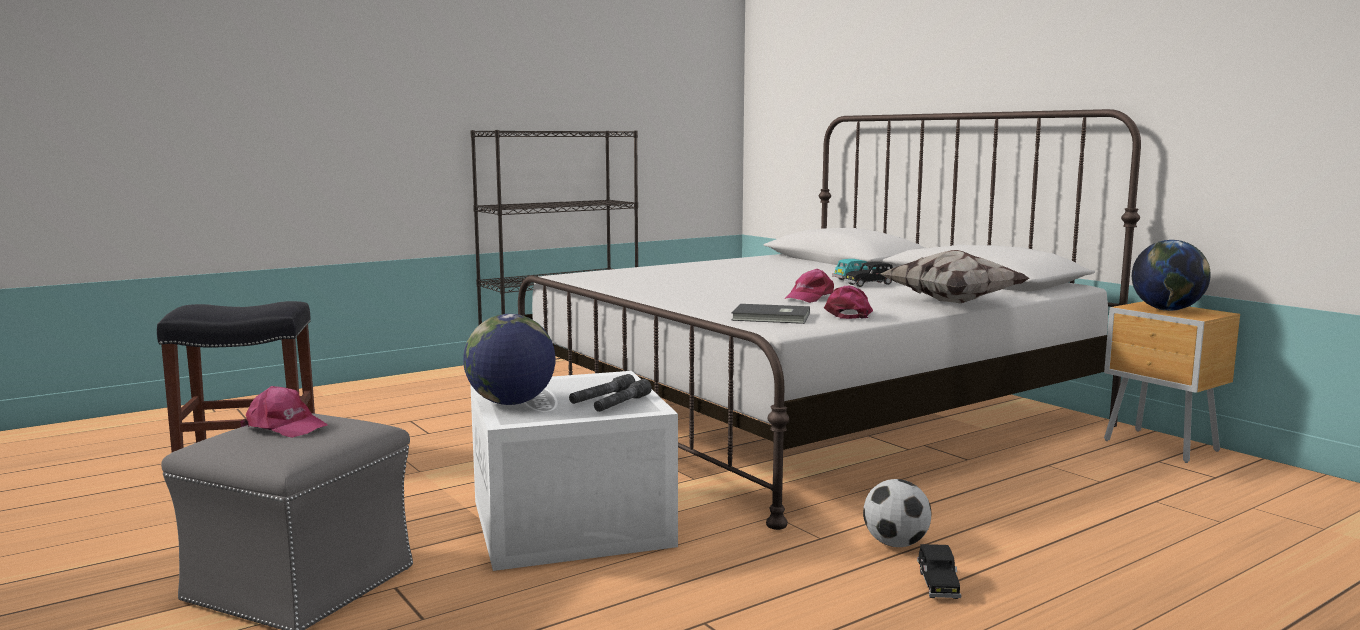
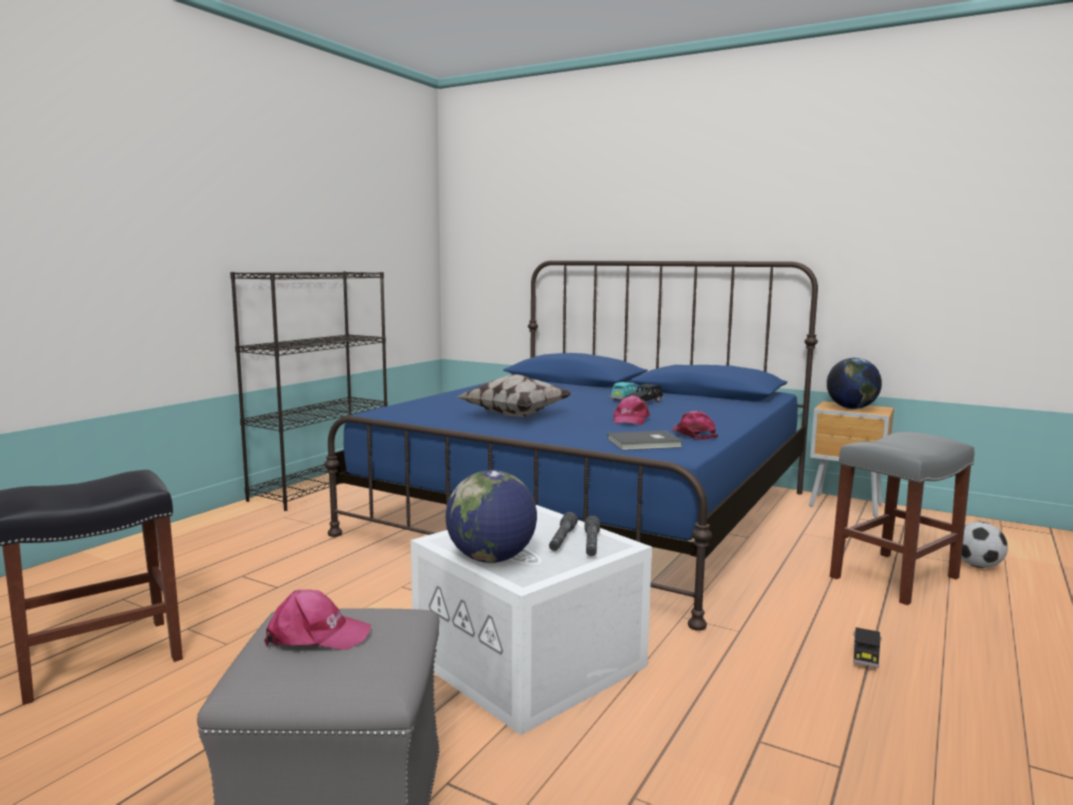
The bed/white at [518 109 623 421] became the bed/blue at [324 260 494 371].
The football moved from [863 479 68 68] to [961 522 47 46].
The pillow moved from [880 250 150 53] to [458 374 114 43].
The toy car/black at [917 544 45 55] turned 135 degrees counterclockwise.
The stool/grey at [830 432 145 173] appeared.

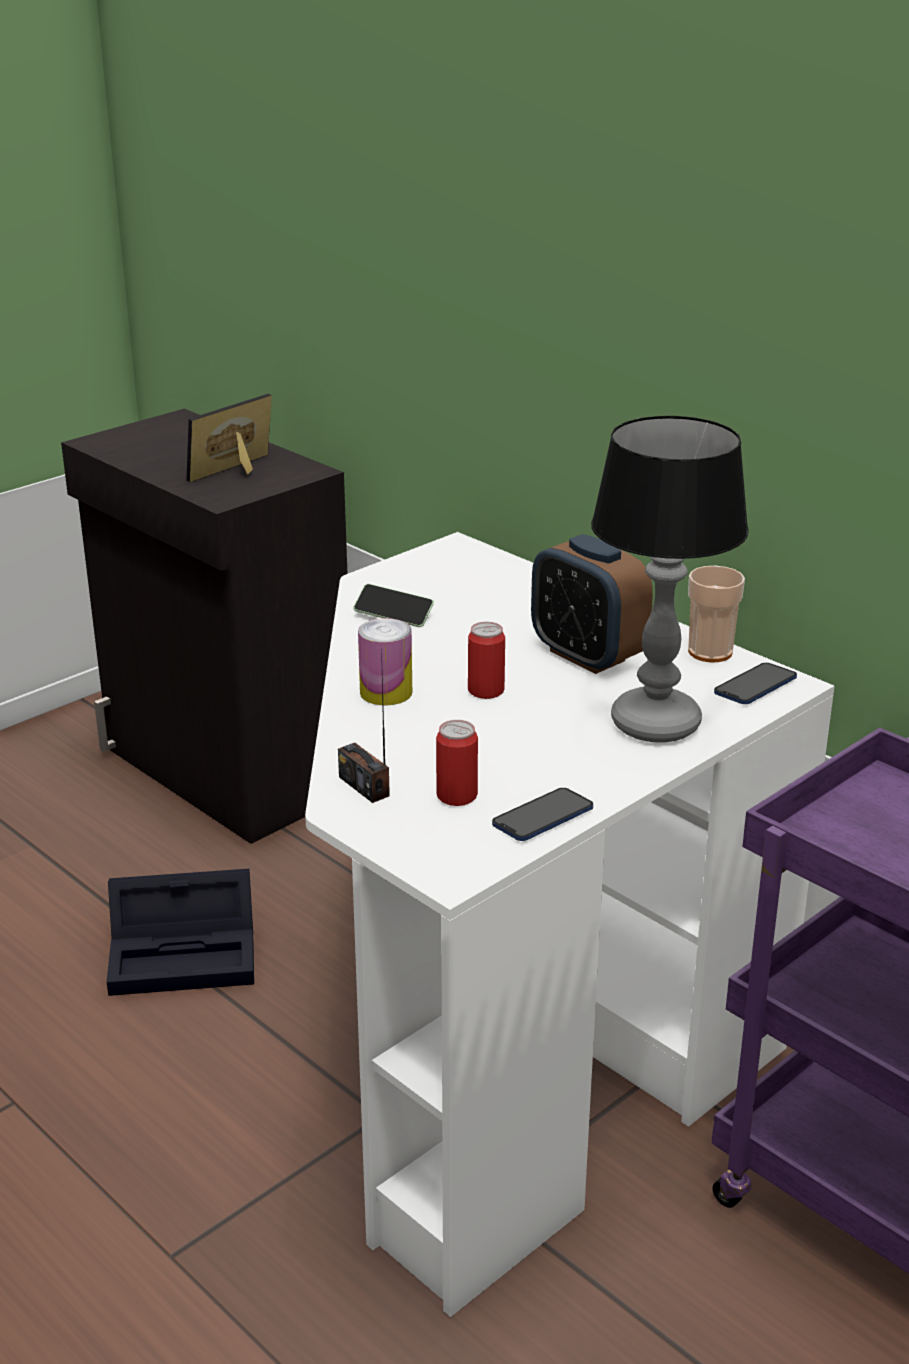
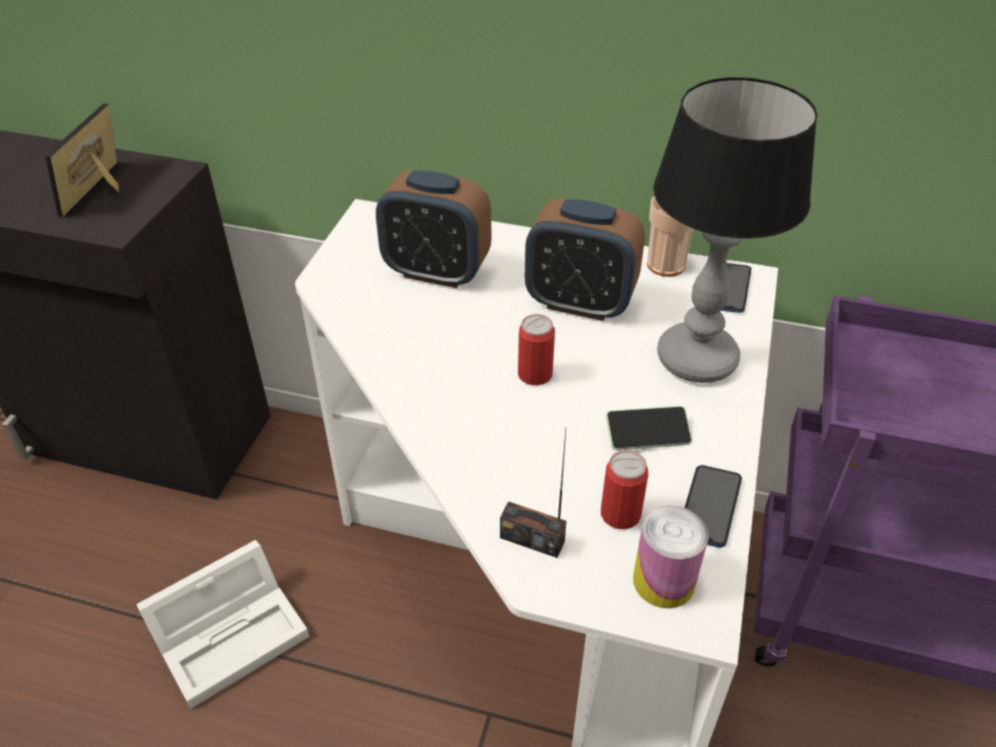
The storage box/black at [107 869 147 127] became the storage box/white at [136 540 173 169].
The phone moved from [353 584 81 43] to [606 406 86 44].
The can moved from [358 618 54 87] to [633 506 75 102].
The alarm clock at [376 170 115 118] appeared.

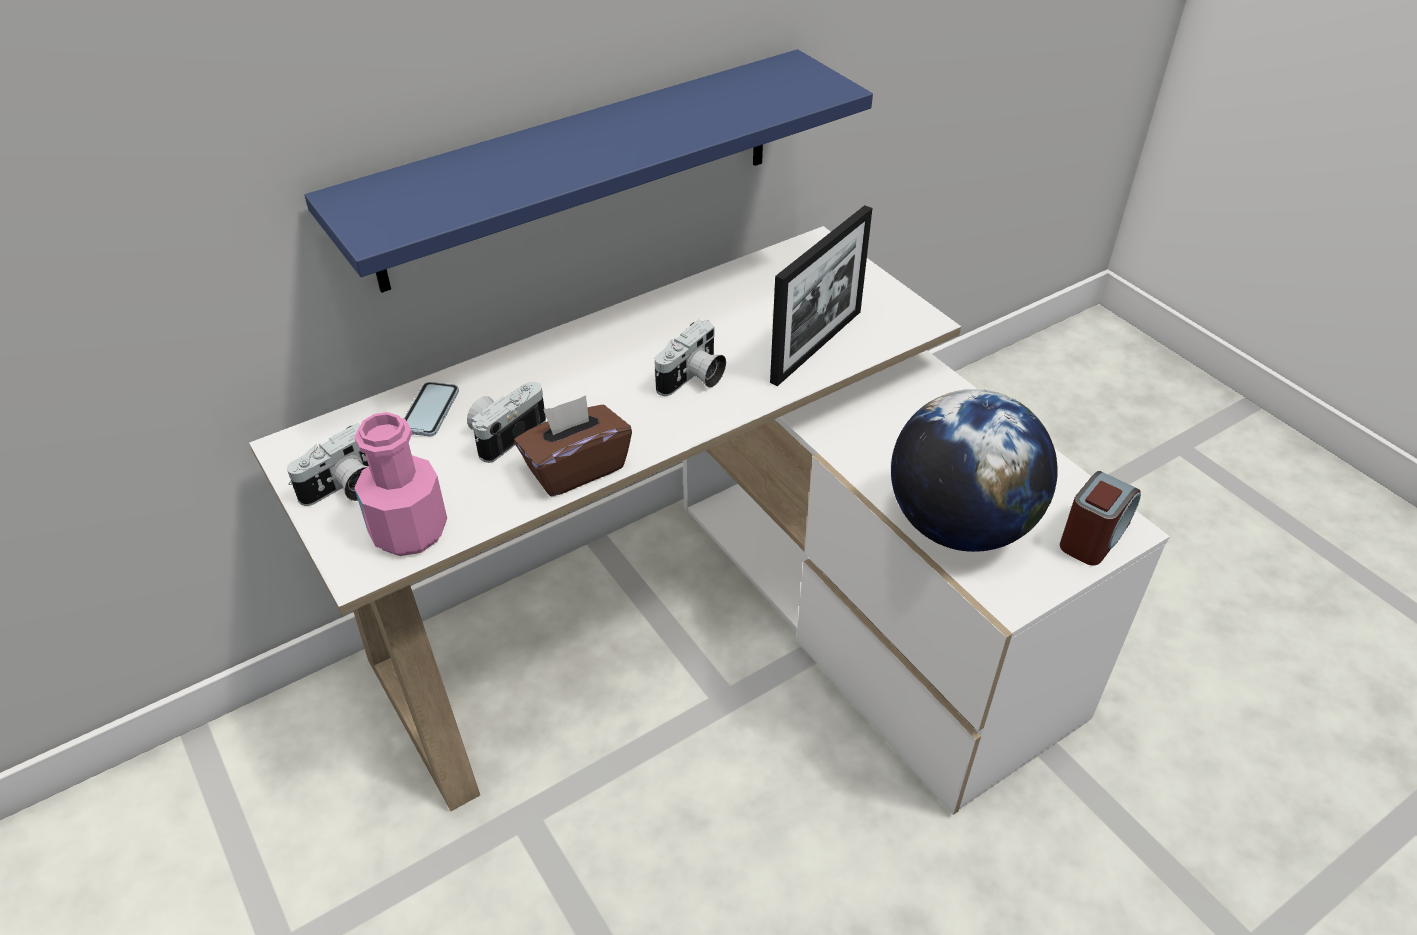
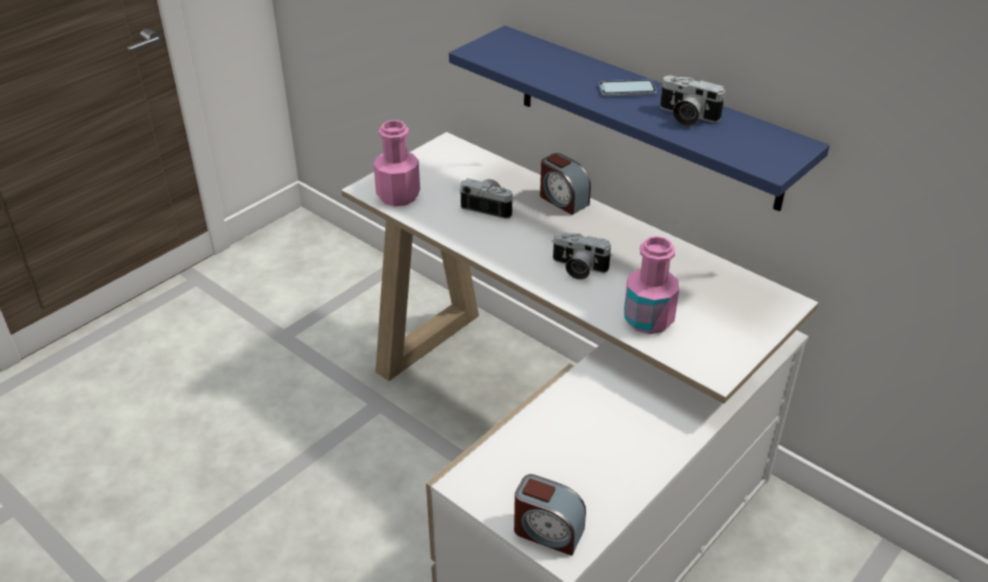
The photo camera moved from [287 423 82 83] to [660 76 66 51].
The phone moved from [404 382 55 54] to [599 79 58 17].
The tissue box/brown at [514 395 118 102] disappeared.
The picture frame at [770 205 102 181] was replaced by the bottle/pink at [624 236 55 98].
The globe at [891 389 167 163] disappeared.
The alarm clock at [540 153 51 62] appeared.

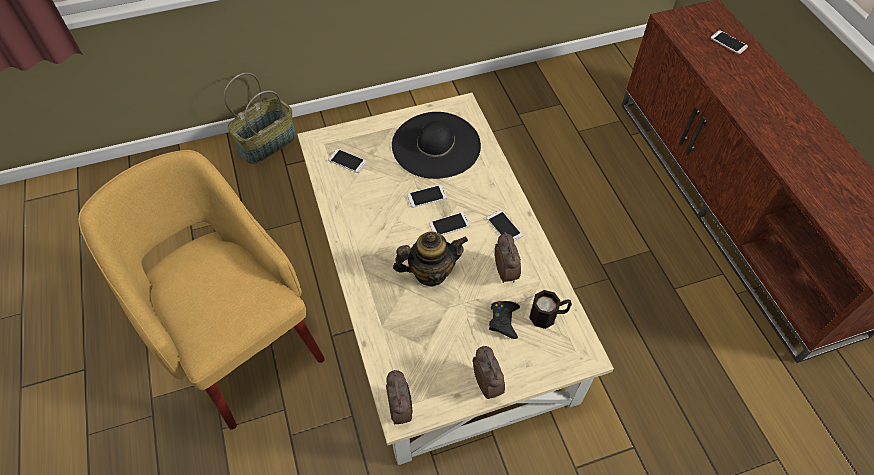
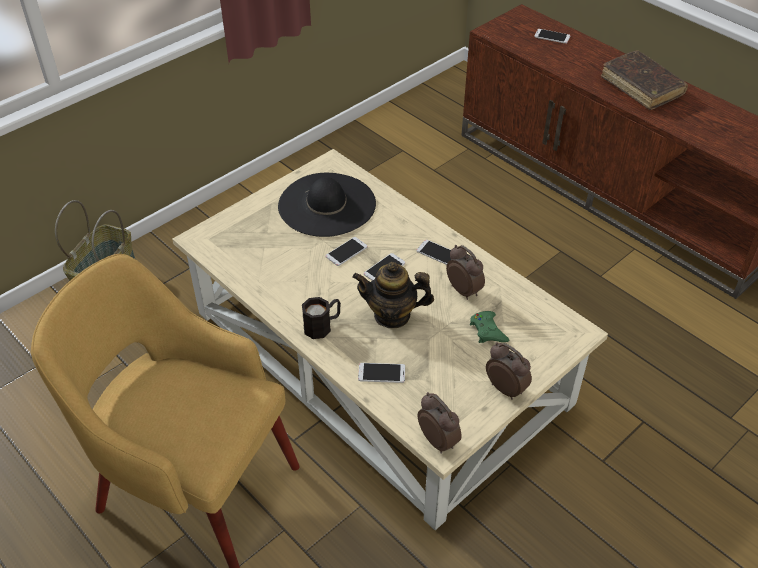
The phone moved from [328 149 39 24] to [358 363 47 20].
The teapot at [393 231 75 56] turned 135 degrees counterclockwise.
The game controller/black at [489 301 31 38] became the game controller/green at [470 311 40 32].
The mug/black moved from [529 290 43 39] to [302 297 39 42].
The book/brown at [601 50 87 60] appeared.

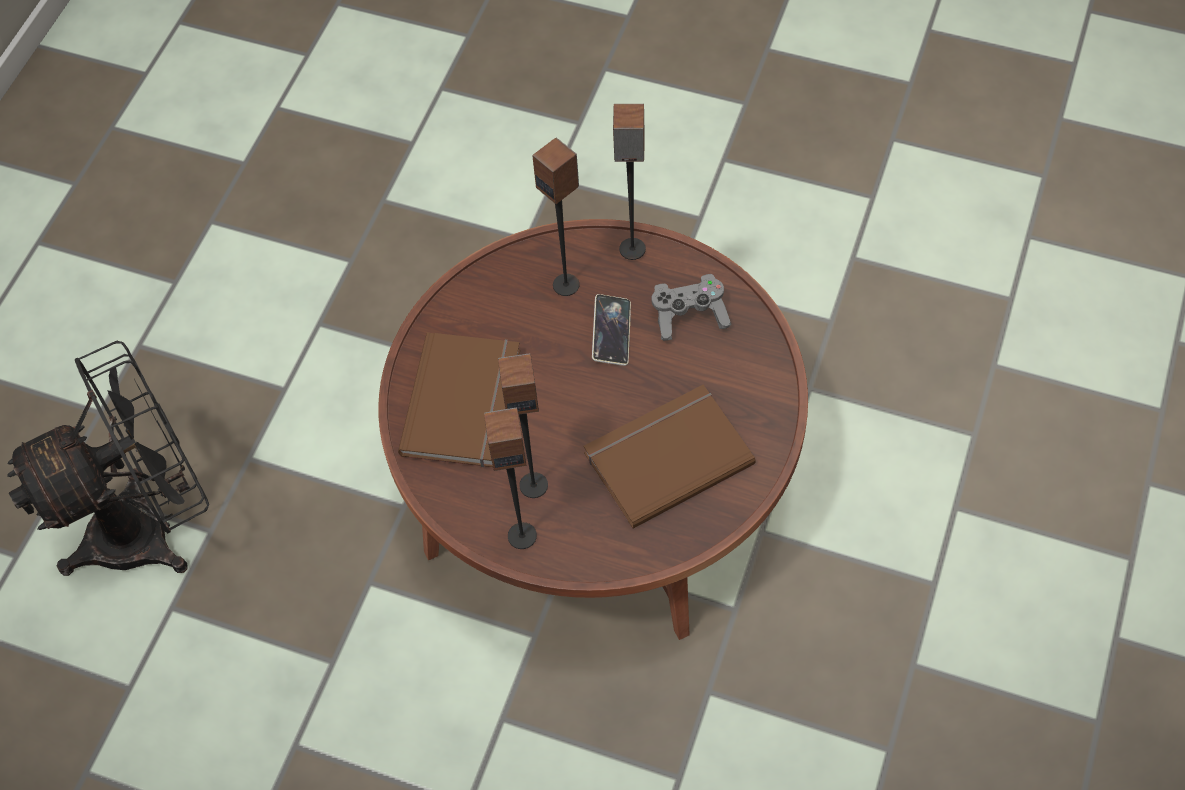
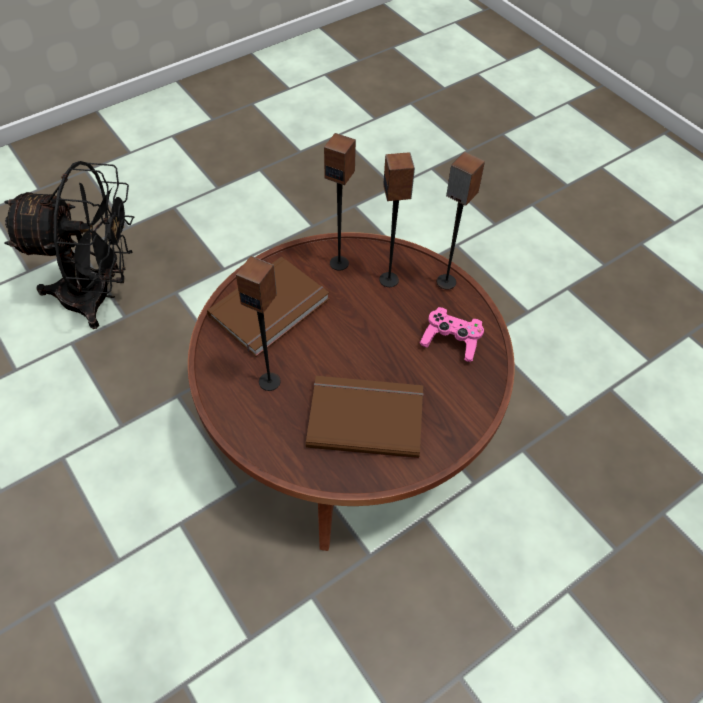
The speaker moved from [484 407 53 142] to [324 133 32 138].
The phone at [592 294 39 72] disappeared.
The game controller/grey at [651 274 80 67] became the game controller/pink at [420 307 64 55].

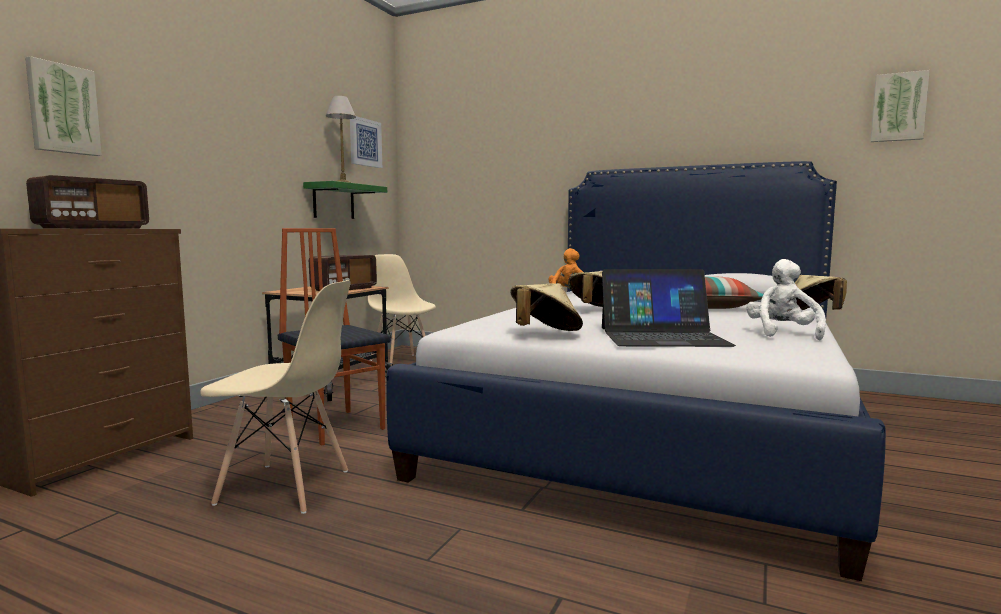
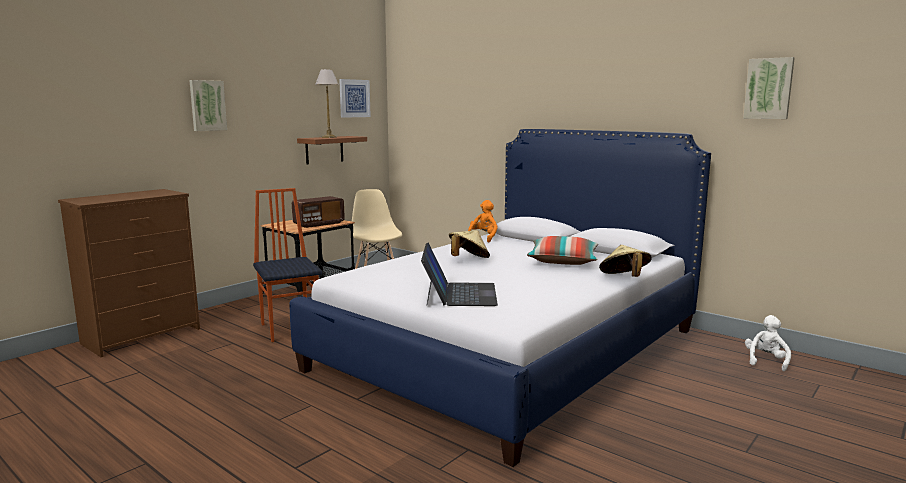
The picture moved from [25 56 77 100] to [189 80 38 51].
The radio at [26 175 123 54] disappeared.
The chair/beige at [200 280 151 234] disappeared.
The shelf/green at [303 181 84 38] became the shelf/brown at [297 136 70 29].
The hat/beige at [510 283 73 48] disappeared.
The laptop at [602 269 134 78] turned 105 degrees counterclockwise.
The plush toy/white moved from [746 259 80 81] to [745 315 46 56].

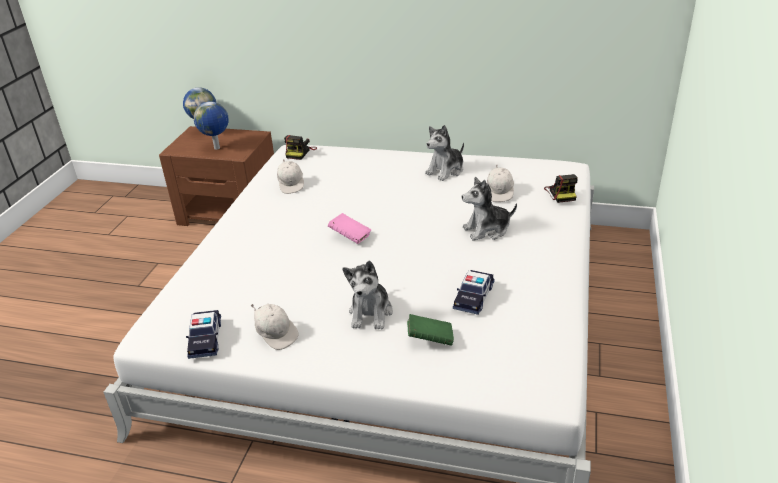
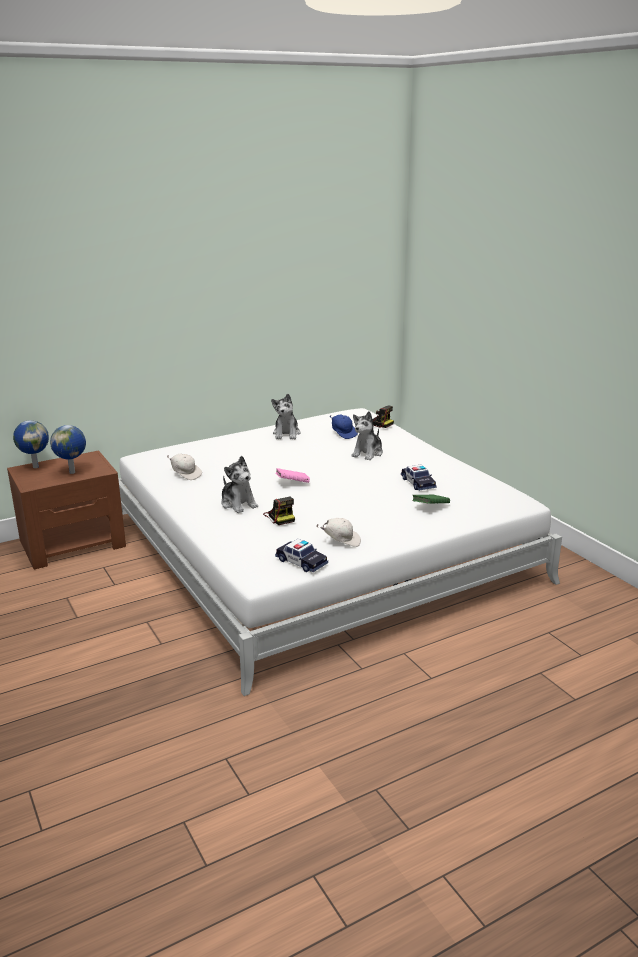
The photo camera moved from [284 135 33 25] to [263 497 32 28].
The plush toy moved from [343 260 50 70] to [221 456 37 57].
The cap/white at [487 165 27 37] became the cap/blue at [330 414 28 25].

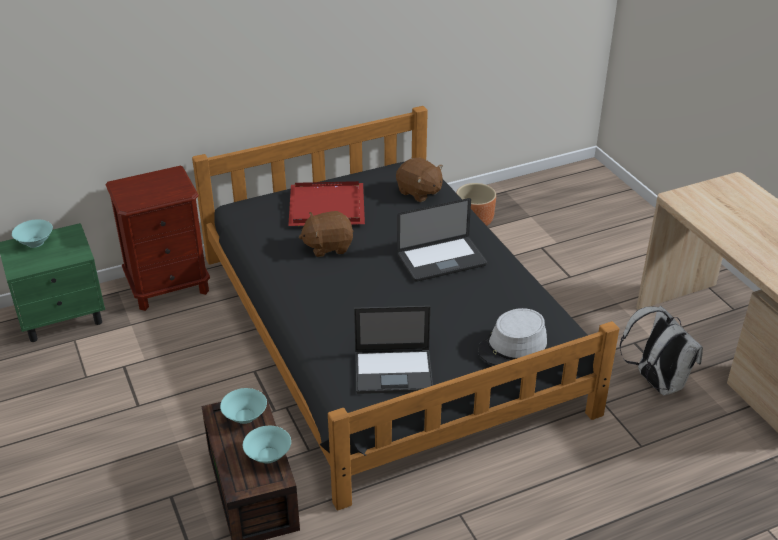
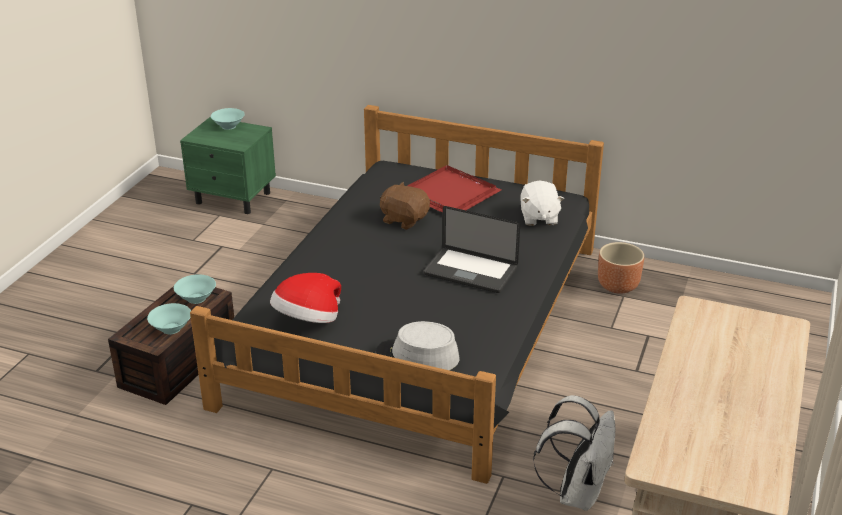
The nightstand/brown at [106 165 104 146] disappeared.
The laptop at [354 306 79 88] was replaced by the hat at [270 273 71 50].
The plush toy/brown at [396 158 47 44] became the plush toy/white at [520 181 44 45].

